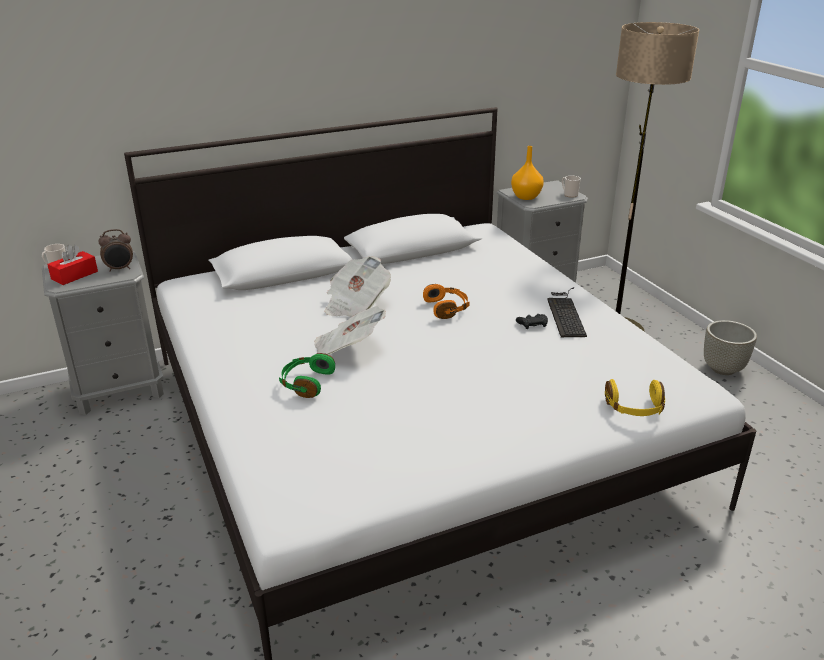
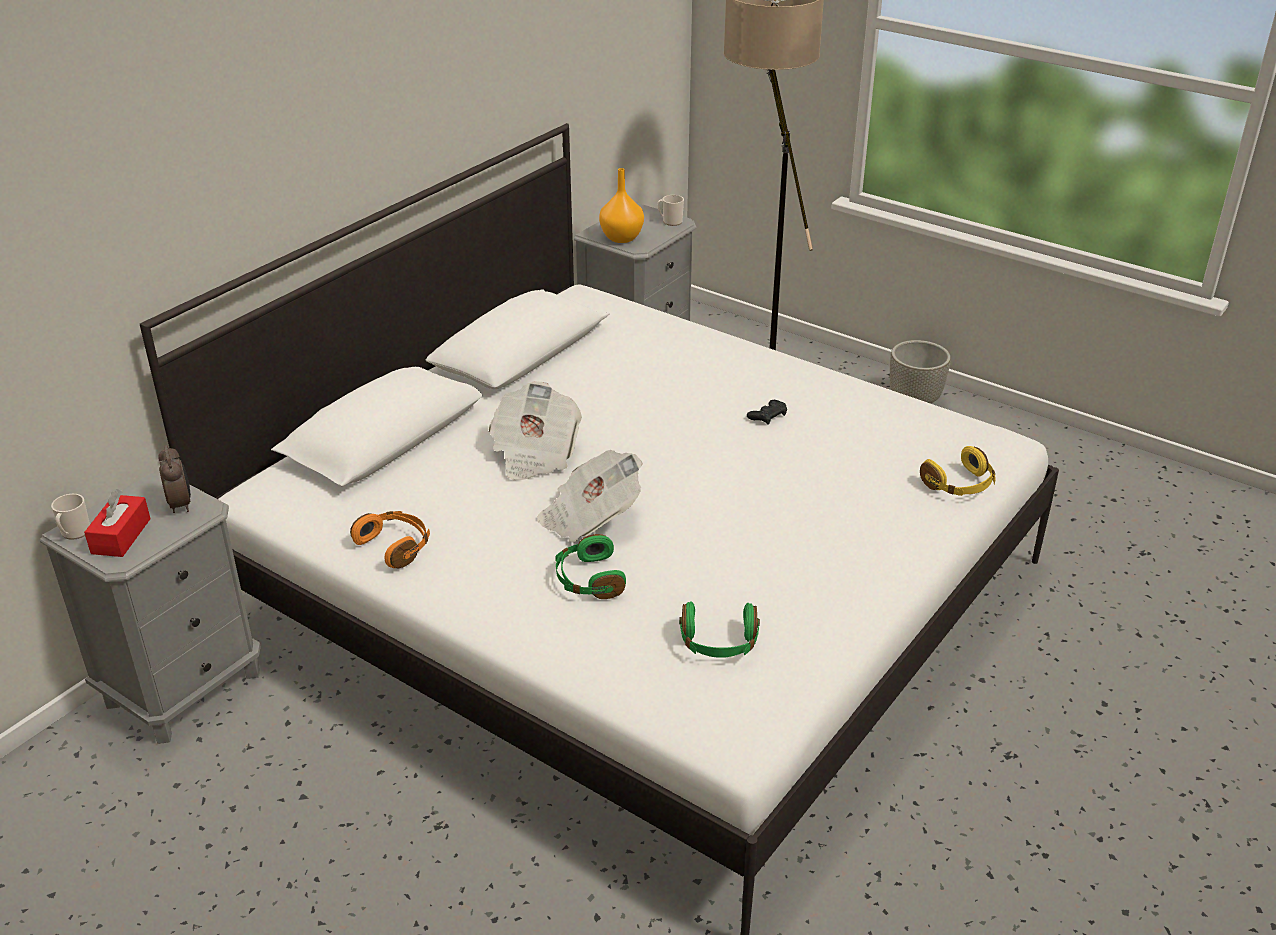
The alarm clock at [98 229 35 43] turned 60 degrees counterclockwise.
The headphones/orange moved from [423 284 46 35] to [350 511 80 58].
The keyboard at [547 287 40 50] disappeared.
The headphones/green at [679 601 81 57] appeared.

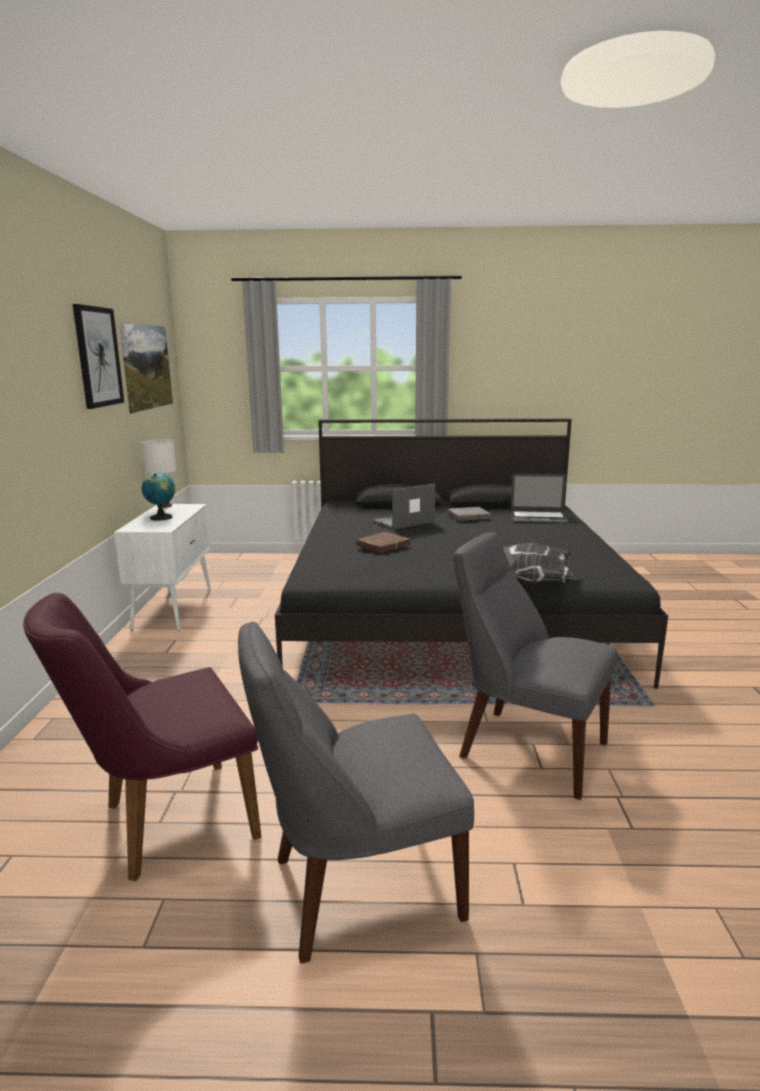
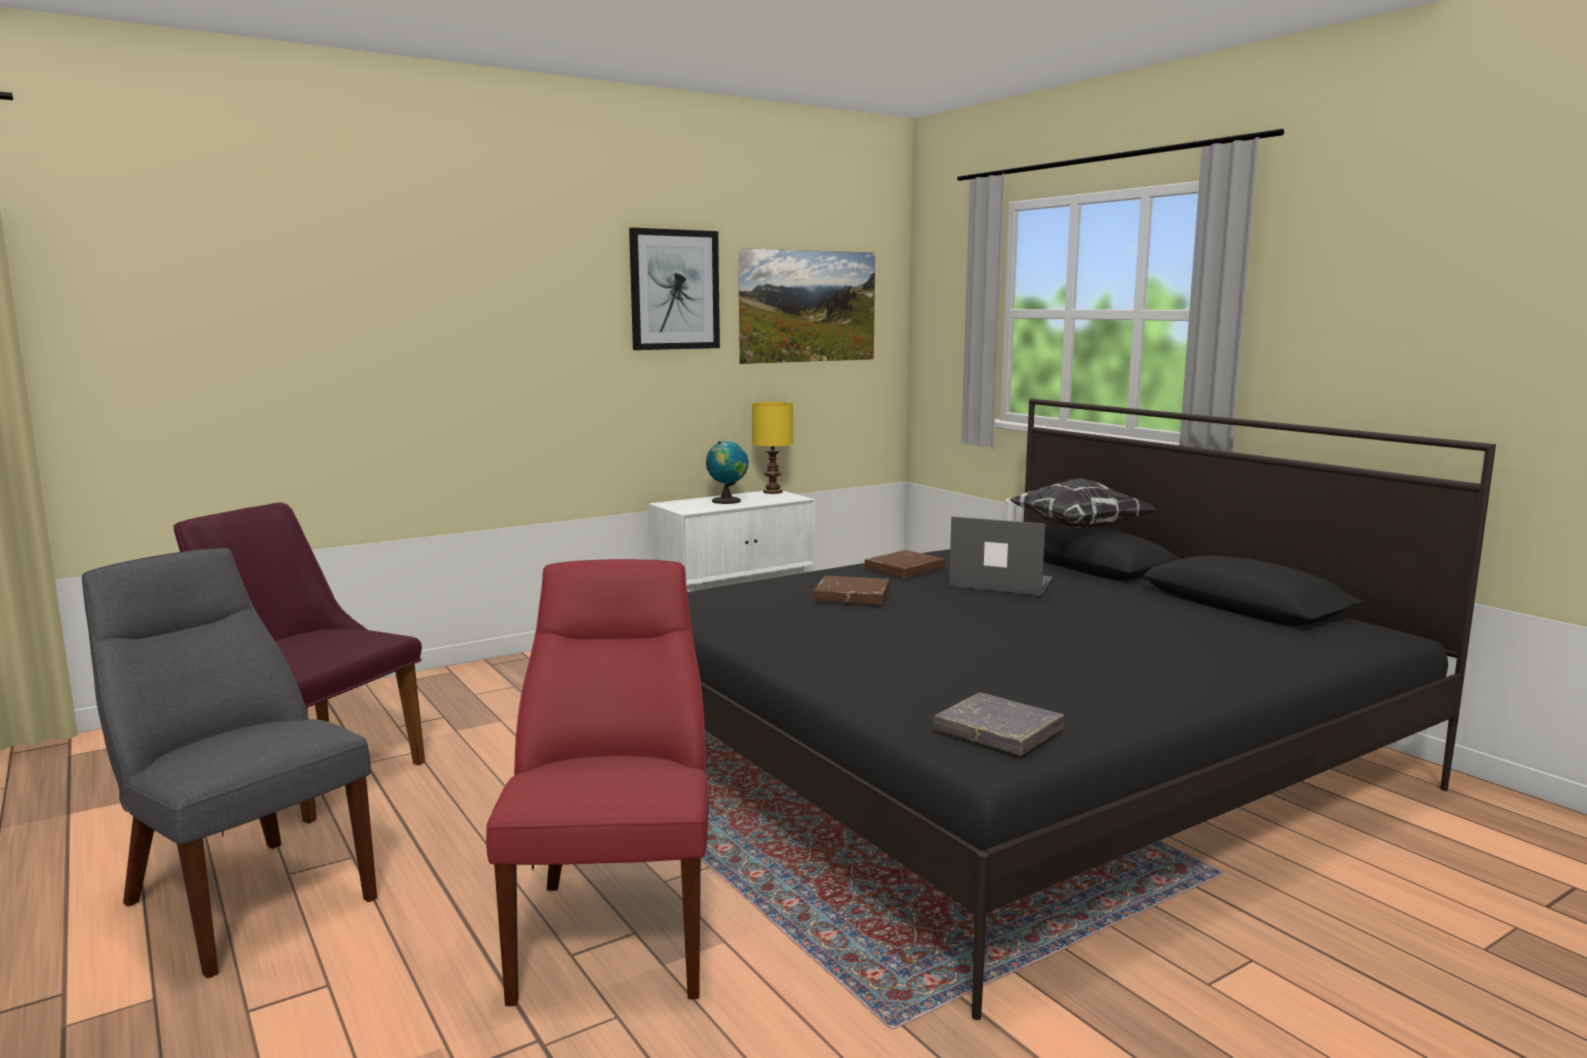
The table lamp/white at [142 439 34 69] became the table lamp/yellow at [752 402 41 92].
The book/grey moved from [447 507 44 14] to [934 693 130 62].
The chair/grey at [454 532 163 268] became the chair/red at [486 559 223 447].
The pillow moved from [503 543 74 41] to [1008 478 148 51].
The laptop at [511 474 58 49] disappeared.
The book/brown at [865 550 80 28] appeared.

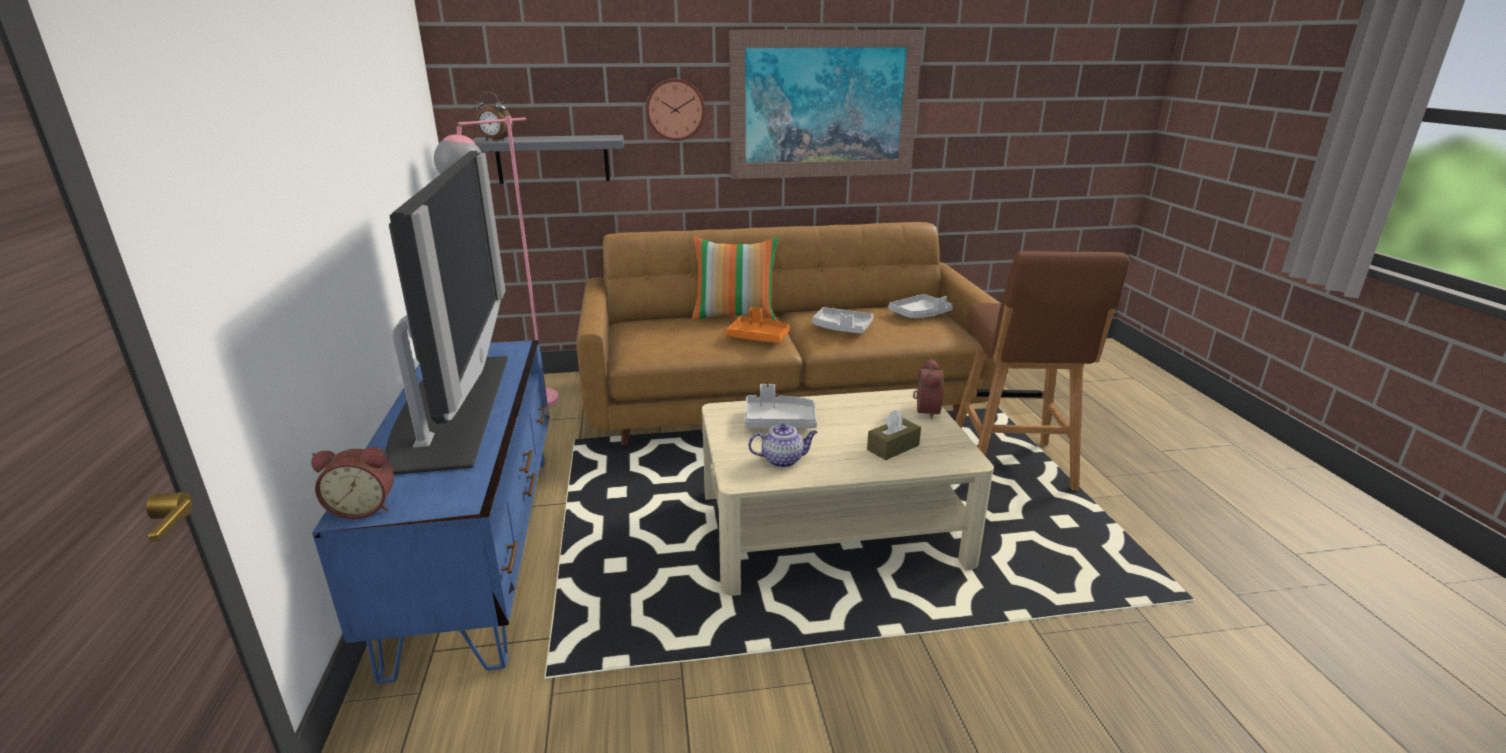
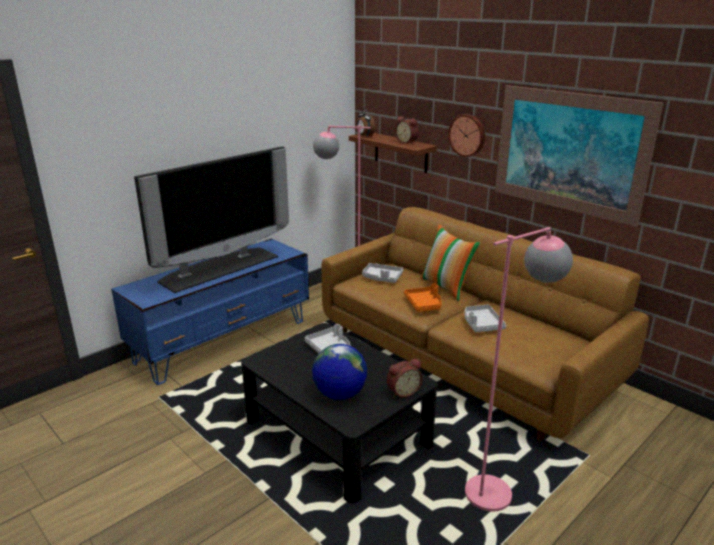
The alarm clock moved from [311 447 83 72] to [395 116 24 28].
The shelf/grey at [473 135 151 49] became the shelf/brown at [349 133 88 40].
The coffee table/beige at [702 388 292 208] became the coffee table/black at [241 323 196 180].
The teapot at [748 424 70 44] disappeared.
The tissue box/brown at [867 409 54 51] was replaced by the globe at [312 344 55 56].
The tray/grey moved from [888 294 65 24] to [362 263 41 20].
The stool/brown at [955 251 174 240] was replaced by the floor lamp/pink at [465 227 108 285].

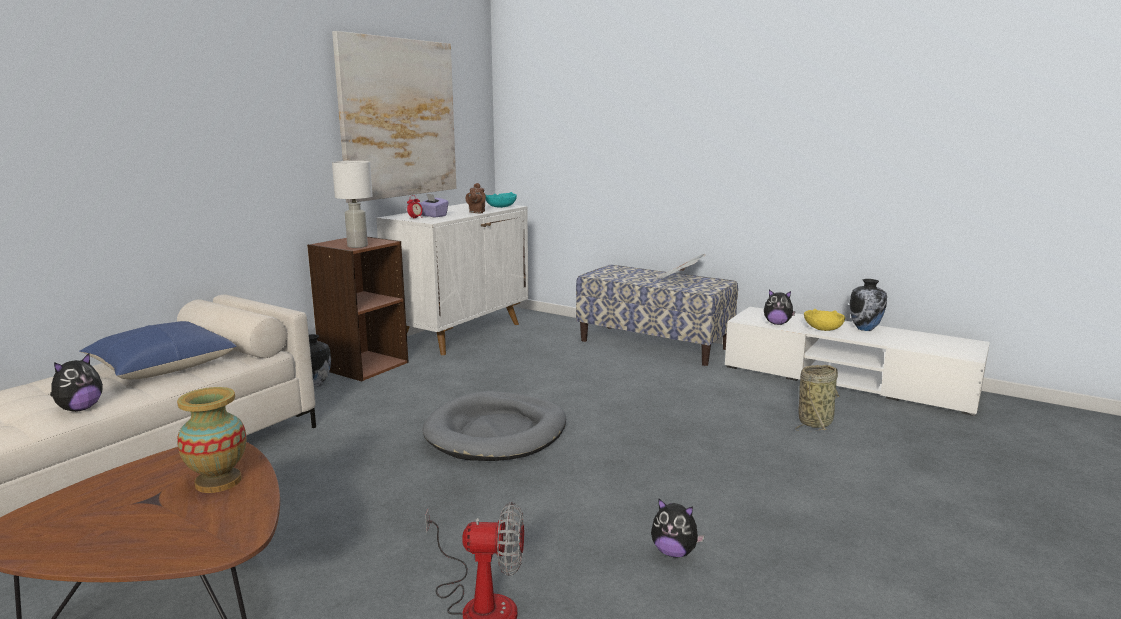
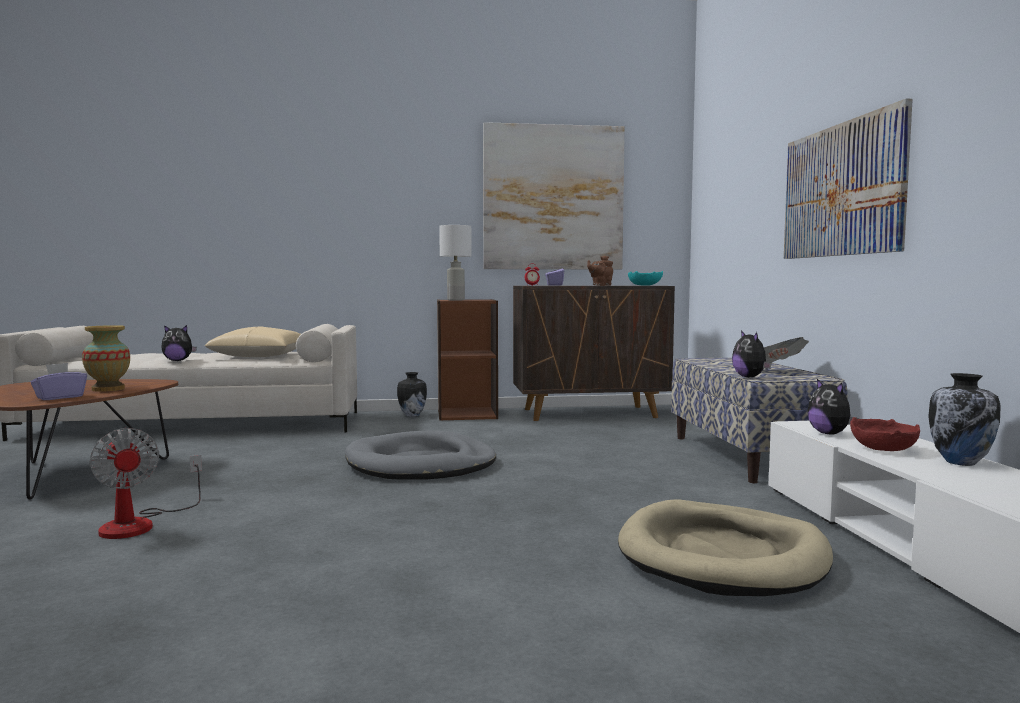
The pillow/blue at [80 321 157 58] became the pillow/beige at [205 326 96 31].
The cabinet/white at [376 203 153 152] became the cabinet/brown at [513 286 162 135].
The plush toy moved from [651 498 54 59] to [732 330 39 48].
The basket at [795 365 44 67] was replaced by the dog bed/beige at [618 499 215 97].
The bowl/yellow at [804 309 41 22] became the bowl/red at [850 417 70 34].
The tissue box/purple at [31 363 56 37] appeared.
The picture at [784 98 129 161] appeared.

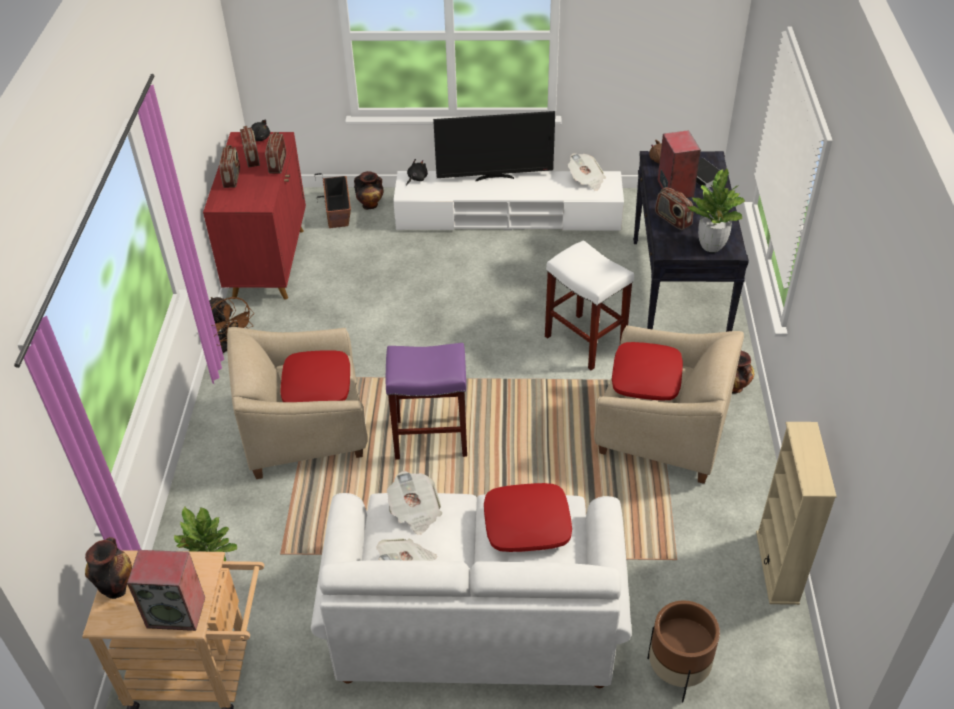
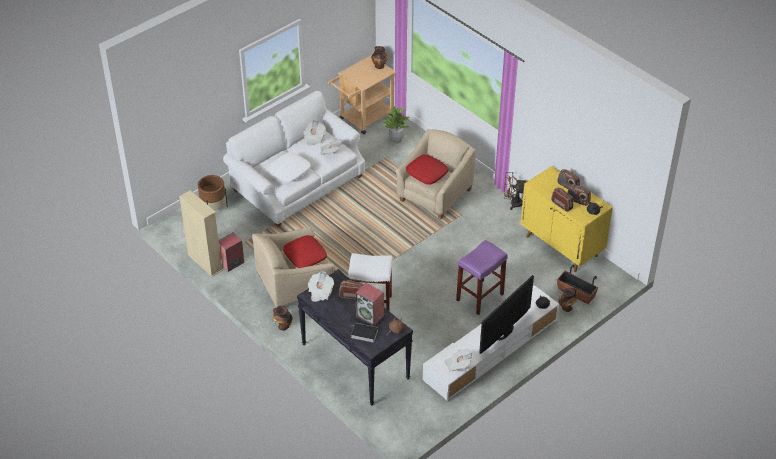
The speaker moved from [127 550 78 81] to [219 233 25 39].
The cabinet/red at [203 132 103 167] became the cabinet/yellow at [521 166 92 106].
The stool/purple moved from [386 343 81 117] to [456 240 52 75].
The pillow/red at [484 483 88 69] became the pillow/white at [268 152 43 31].
The potted plant at [688 168 57 84] was replaced by the newspaper at [308 271 26 31].

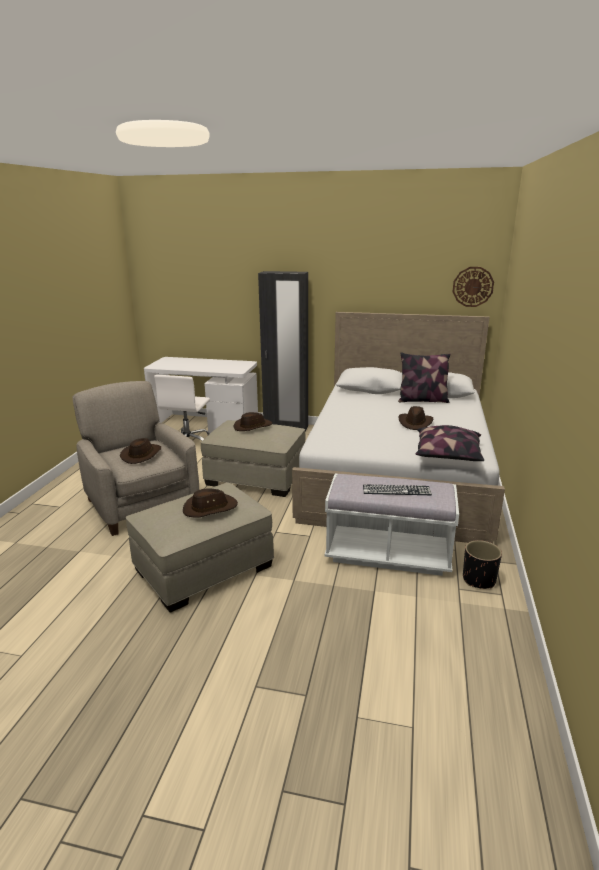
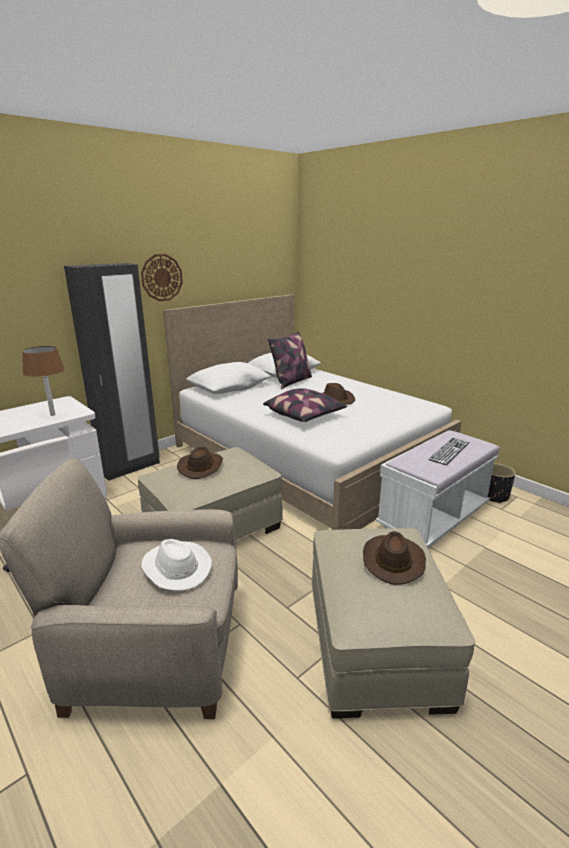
The hat/brown at [120 438 41 26] became the hat/white at [141 539 71 52].
The pillow moved from [415 425 69 36] to [263 388 85 34].
The wall clock moved from [453 267 41 40] to [141 254 42 47].
The table lamp/brown at [22 346 43 70] appeared.

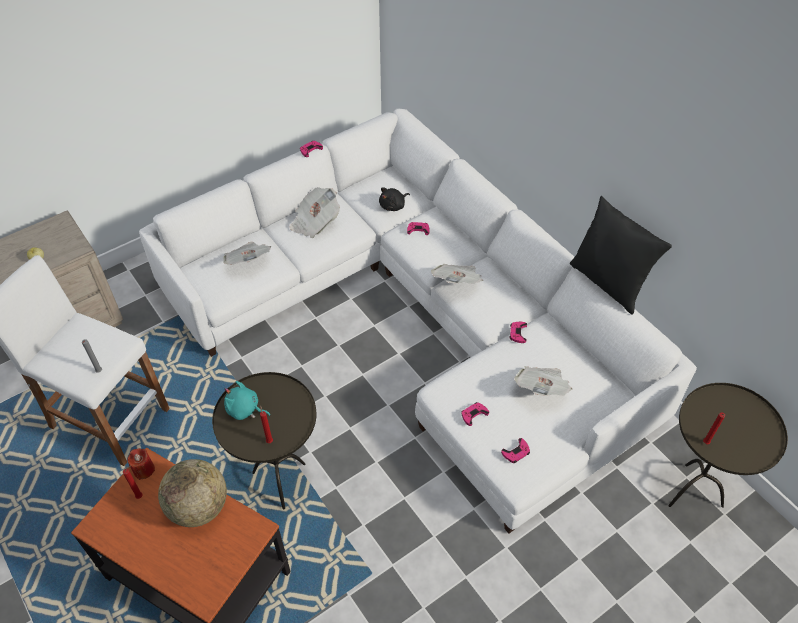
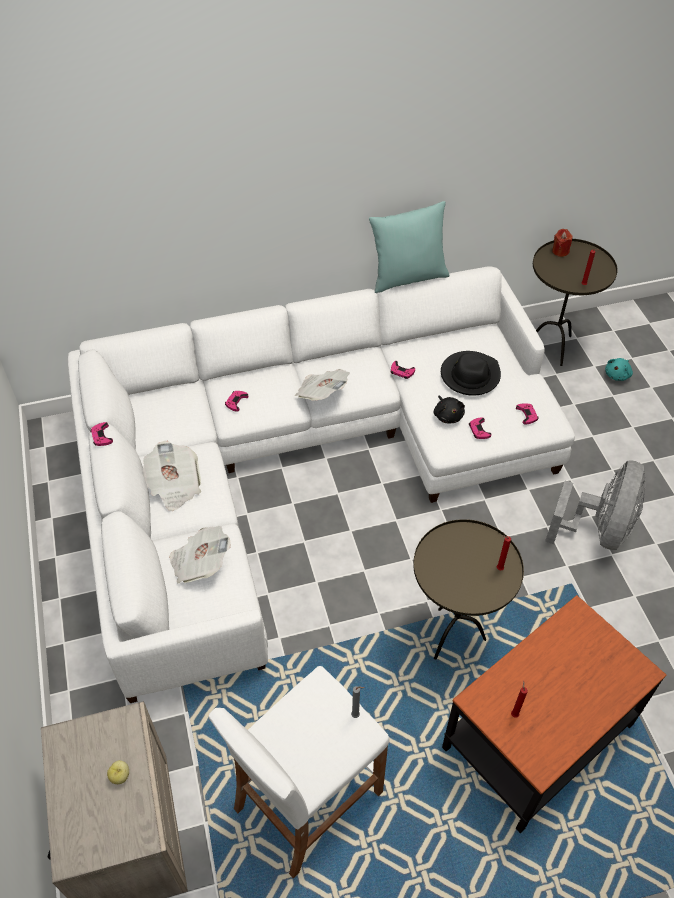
The candle/red moved from [127 448 28 32] to [552 229 20 28].
The globe at [158 459 69 68] disappeared.
The plush toy/turquoise moved from [224 381 46 39] to [605 358 28 23].
The plush toy/black moved from [379 188 31 23] to [434 395 31 28].
The newspaper at [514 366 58 30] was replaced by the hat/black at [441 351 60 45].
The pillow/black at [570 196 102 119] became the pillow/turquoise at [369 201 80 92].
The fan/grey at [545 460 101 90] appeared.

